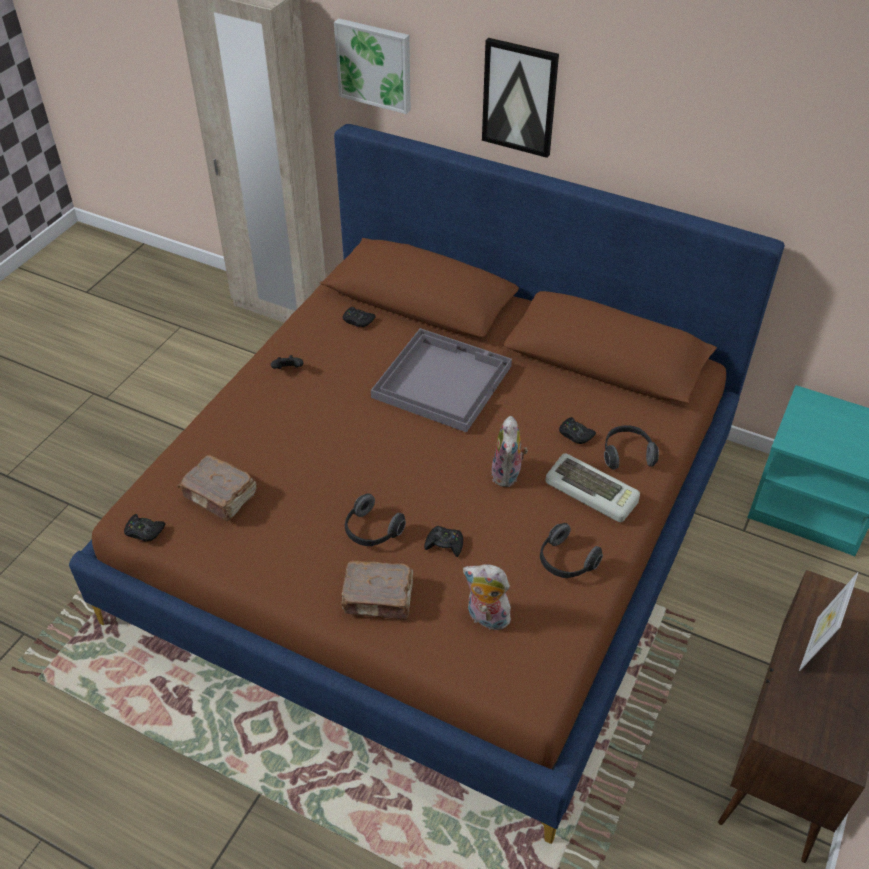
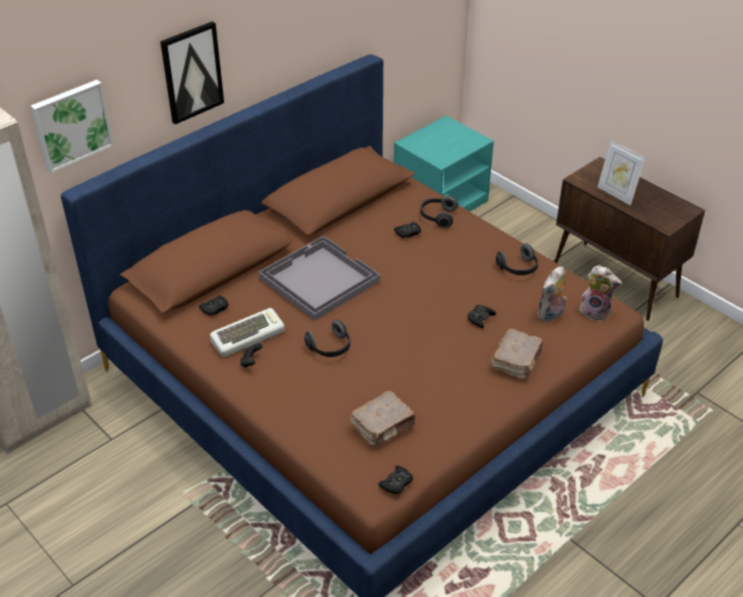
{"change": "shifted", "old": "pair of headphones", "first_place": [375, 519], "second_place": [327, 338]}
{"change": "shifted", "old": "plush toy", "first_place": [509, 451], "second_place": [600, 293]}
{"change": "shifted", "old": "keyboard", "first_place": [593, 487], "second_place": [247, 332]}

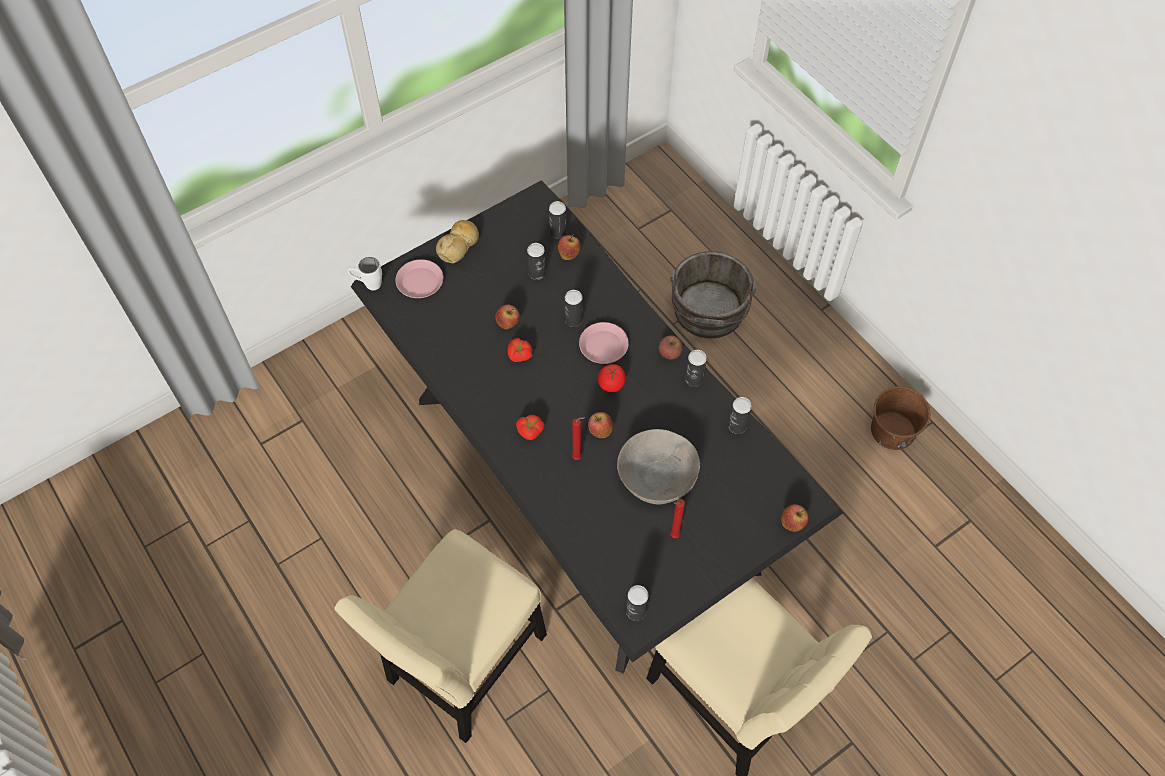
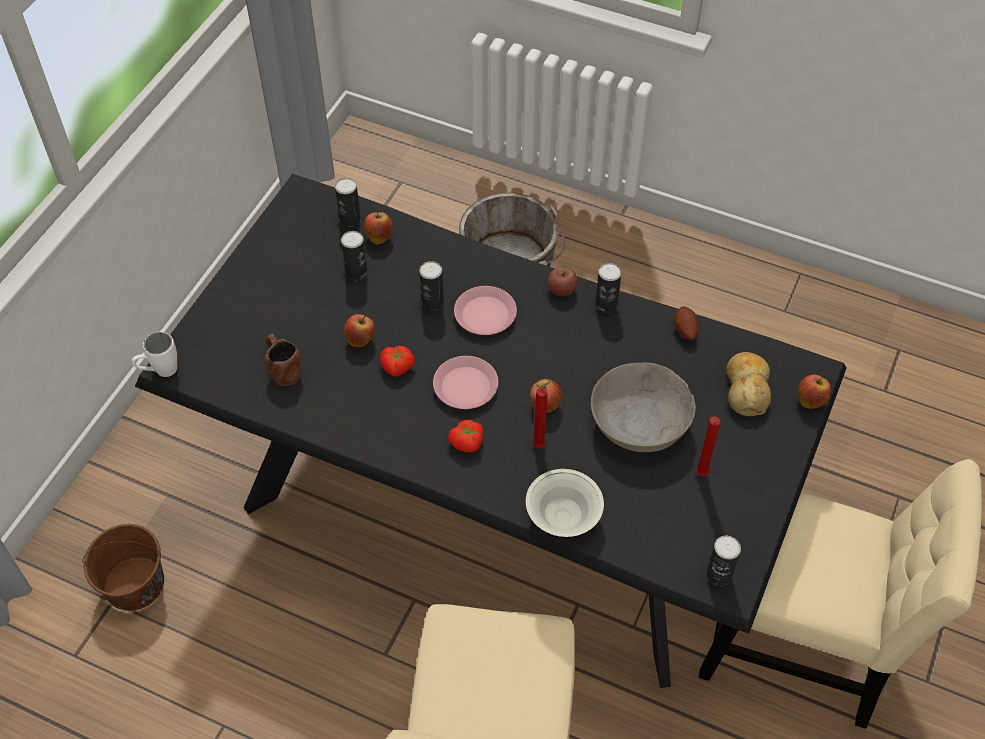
{"change": "shifted", "old": "plate (pink-coloured)", "first_place": [419, 278], "second_place": [465, 382]}
{"change": "shifted", "old": "bread", "first_place": [457, 241], "second_place": [749, 384]}
{"change": "gone", "old": "whole tomato", "first_place": [612, 378]}
{"change": "swapped", "old": "metal can", "new": "potato", "first_place": [740, 415], "second_place": [686, 323]}
{"change": "shifted", "old": "bucket (brown-coloured)", "first_place": [900, 418], "second_place": [123, 567]}
{"change": "new", "new": "coffee mug (brown-coloured)", "second_place": [282, 359]}
{"change": "new", "new": "serving bowl (white-coloured)", "second_place": [565, 503]}

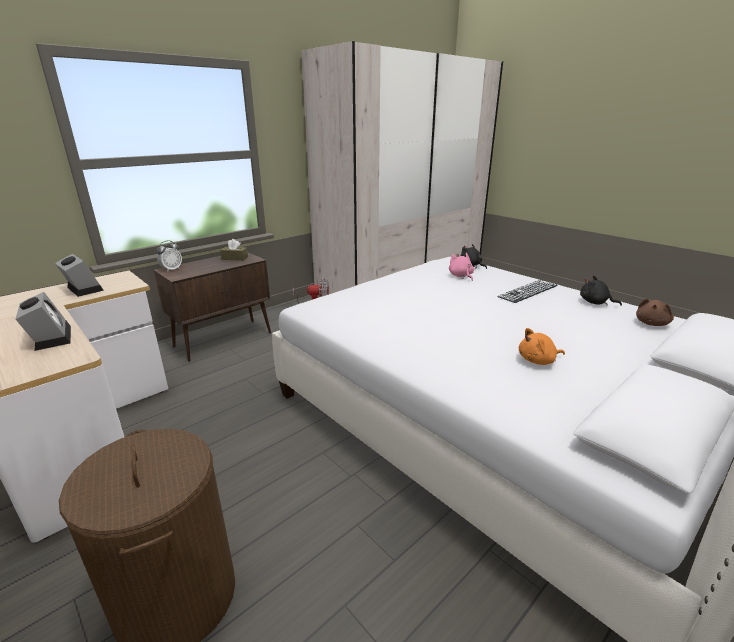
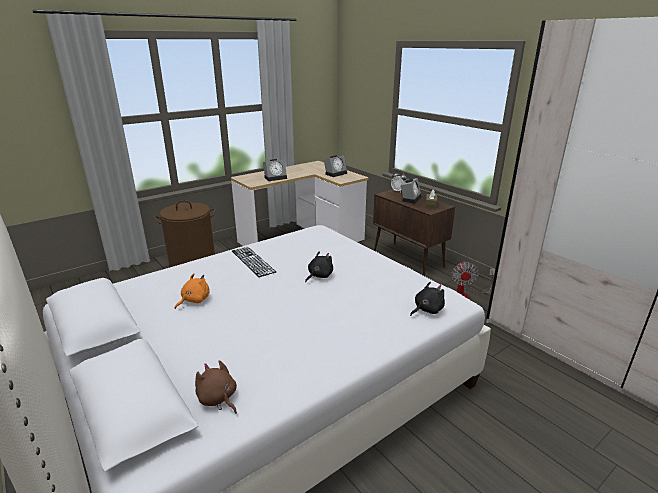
{"change": "gone", "old": "plush toy (pink-coloured)", "first_place": [461, 267]}
{"change": "shifted", "old": "keyboard", "first_place": [527, 291], "second_place": [254, 262]}
{"change": "rotated", "old": "plush toy (orange)", "first_place": [542, 346], "second_place": [192, 291], "degrees": 45}
{"change": "shifted", "old": "plush toy (black-coloured)", "first_place": [601, 290], "second_place": [319, 266]}
{"change": "new", "new": "alarm clock", "second_place": [411, 191]}

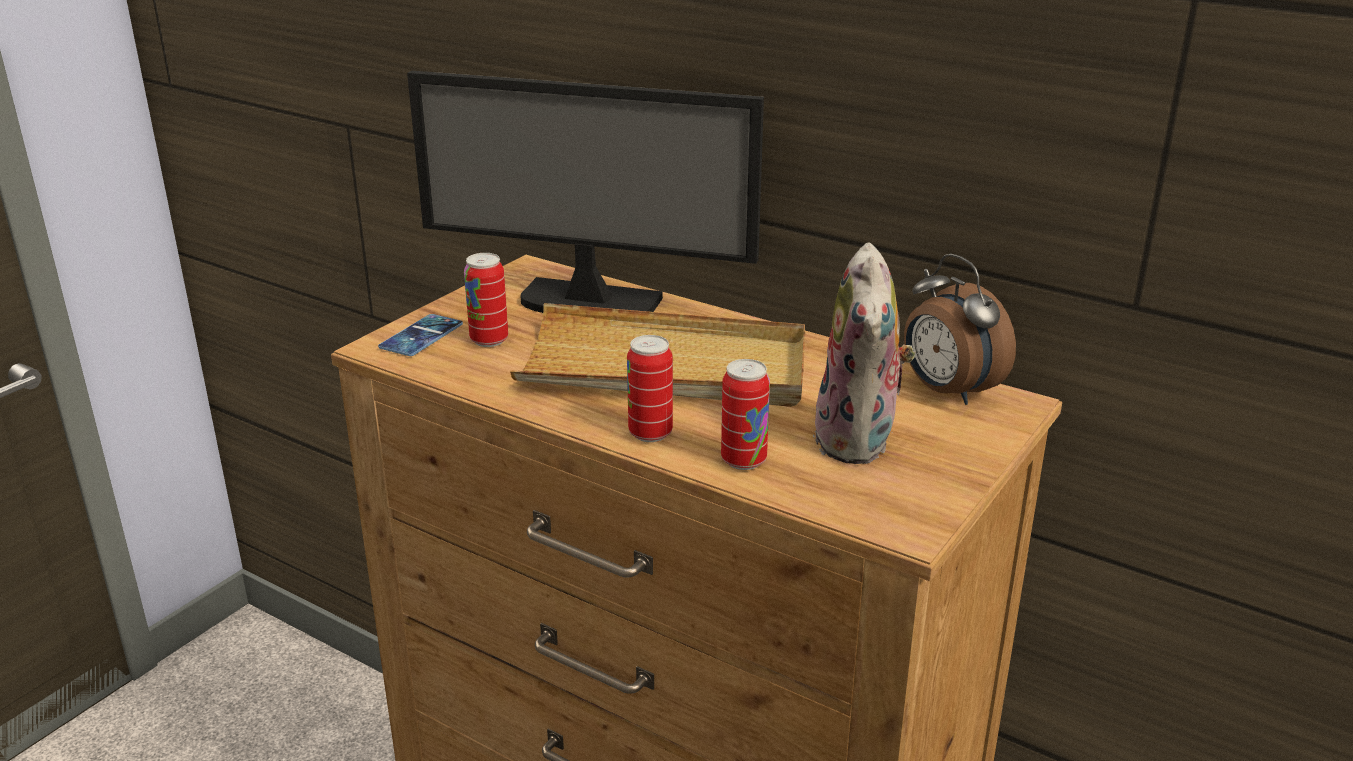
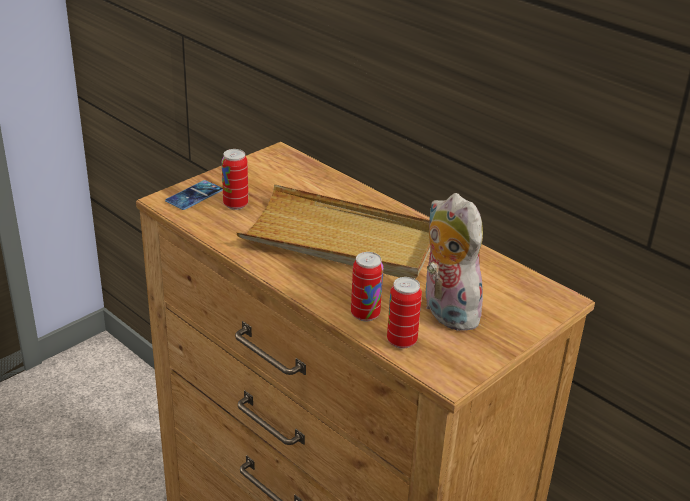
{"change": "gone", "old": "computer display", "first_place": [585, 192]}
{"change": "shifted", "old": "metal can", "first_place": [650, 388], "second_place": [404, 313]}
{"change": "rotated", "old": "plush toy", "first_place": [864, 353], "second_place": [455, 262], "degrees": 135}
{"change": "gone", "old": "alarm clock", "first_place": [960, 329]}

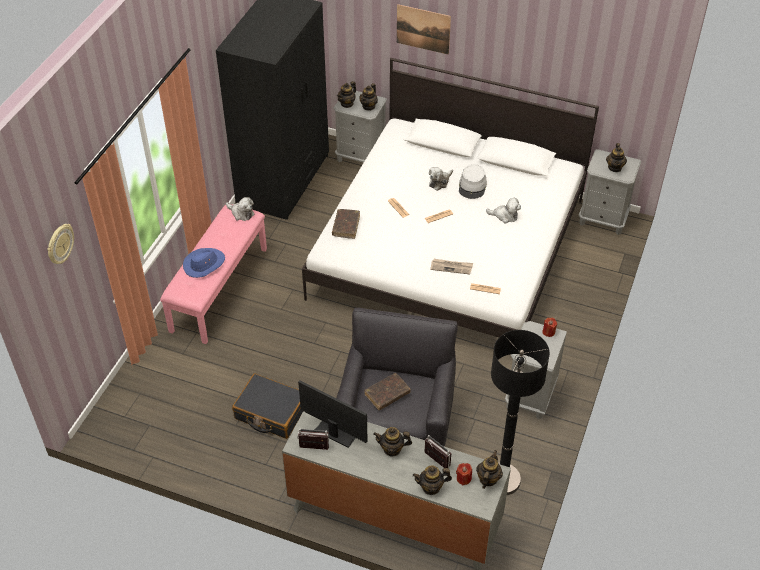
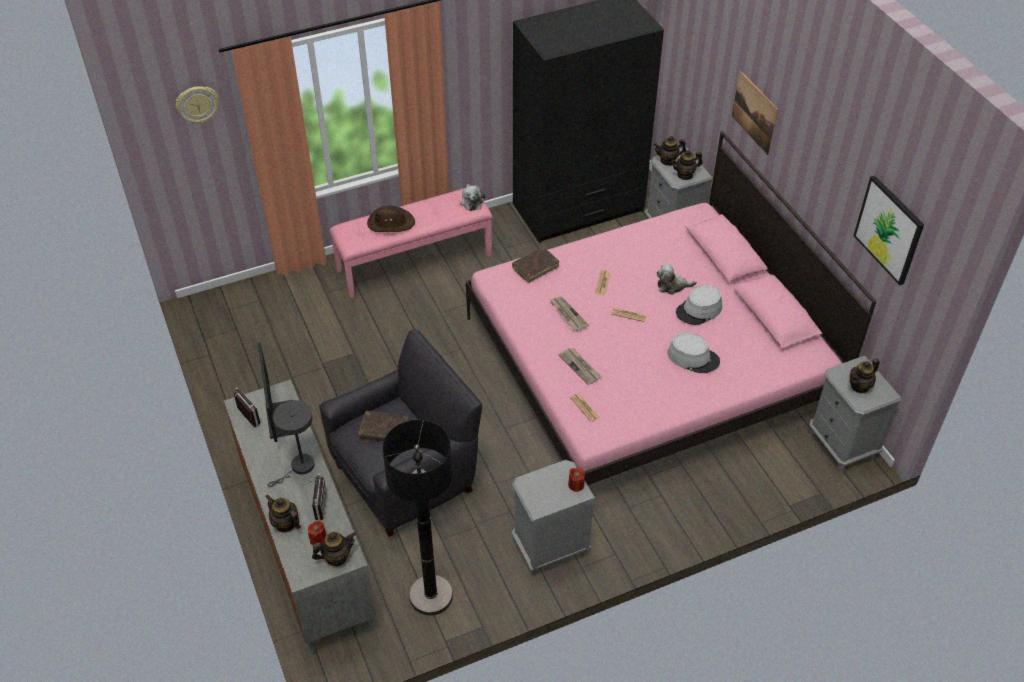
{"change": "repainted", "old": "wearable hat (bluish)", "new": "wearable hat (brown-coloured)", "first_place": [204, 263], "second_place": [391, 219]}
{"change": "gone", "old": "suitcase (black-coloured)", "first_place": [267, 406]}
{"change": "repainted", "old": "bed (white-coloured)", "new": "bed (pink-coloured)", "first_place": [450, 197], "second_place": [671, 308]}
{"change": "swapped", "old": "tea pot", "new": "lamp for a table (greyish)", "first_place": [392, 441], "second_place": [291, 443]}
{"change": "swapped", "old": "plush toy", "new": "wearable hat (greyish)", "first_place": [503, 211], "second_place": [693, 353]}
{"change": "new", "new": "printed paper", "second_place": [569, 314]}
{"change": "new", "new": "wall picture", "second_place": [888, 230]}

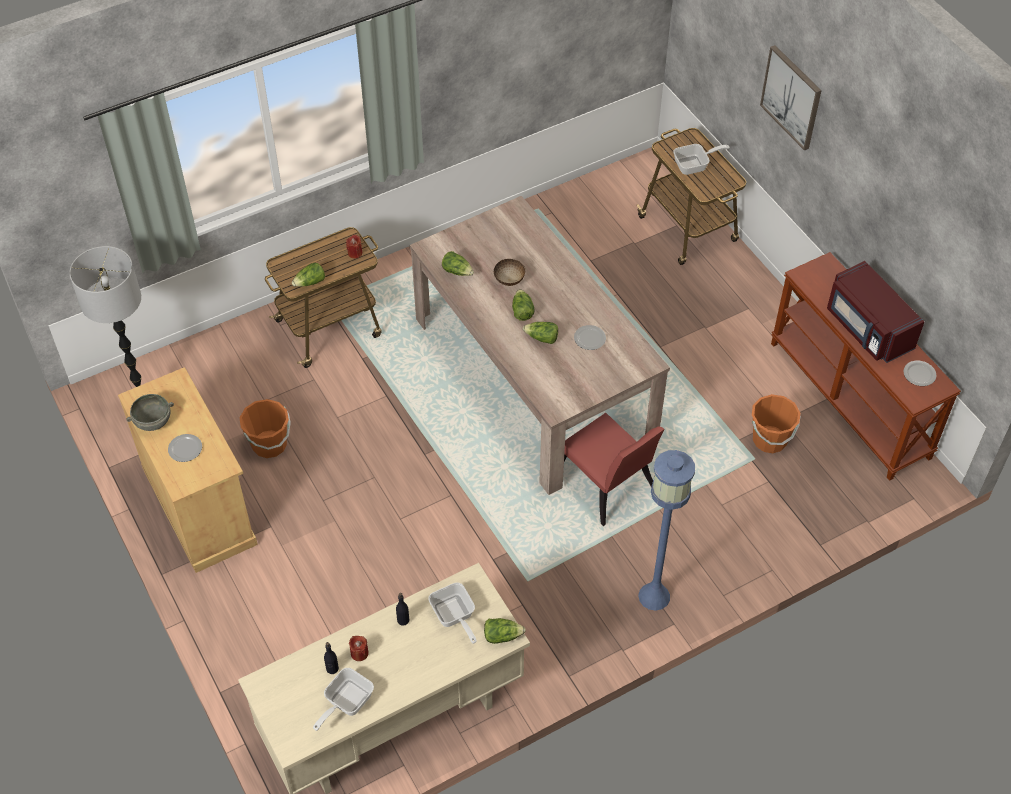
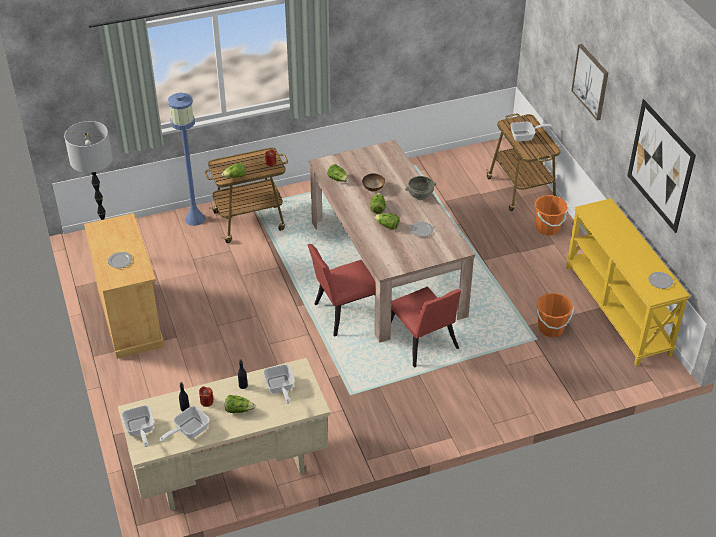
{"change": "shifted", "old": "serving bowl (greyish)", "first_place": [150, 412], "second_place": [420, 188]}
{"change": "shifted", "old": "bucket (orange)", "first_place": [265, 428], "second_place": [551, 215]}
{"change": "shifted", "old": "lettuce", "first_place": [505, 631], "second_place": [240, 404]}
{"change": "shifted", "old": "standing lamp (bluish)", "first_place": [666, 530], "second_place": [186, 159]}
{"change": "repainted", "old": "narrow table (brown-coloured)", "new": "narrow table (yellowish)", "first_place": [866, 366], "second_place": [628, 282]}
{"change": "gone", "old": "microwave (red-coloured)", "first_place": [876, 312]}
{"change": "new", "new": "pan", "second_place": [138, 426]}
{"change": "new", "new": "plain chair (red-coloured)", "second_place": [341, 290]}
{"change": "new", "new": "wall picture", "second_place": [661, 166]}

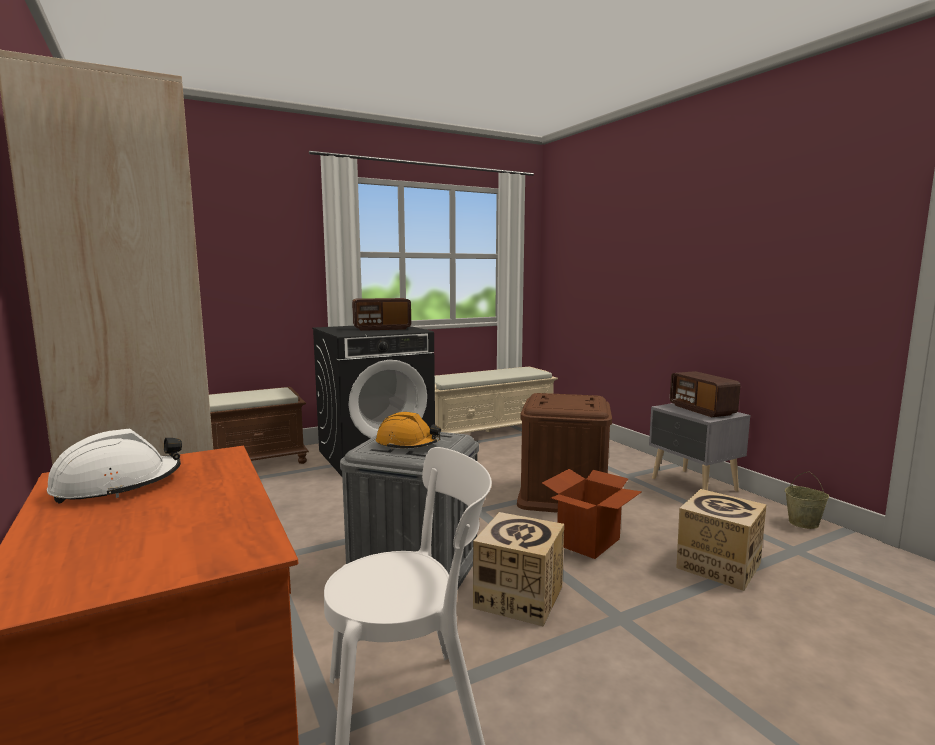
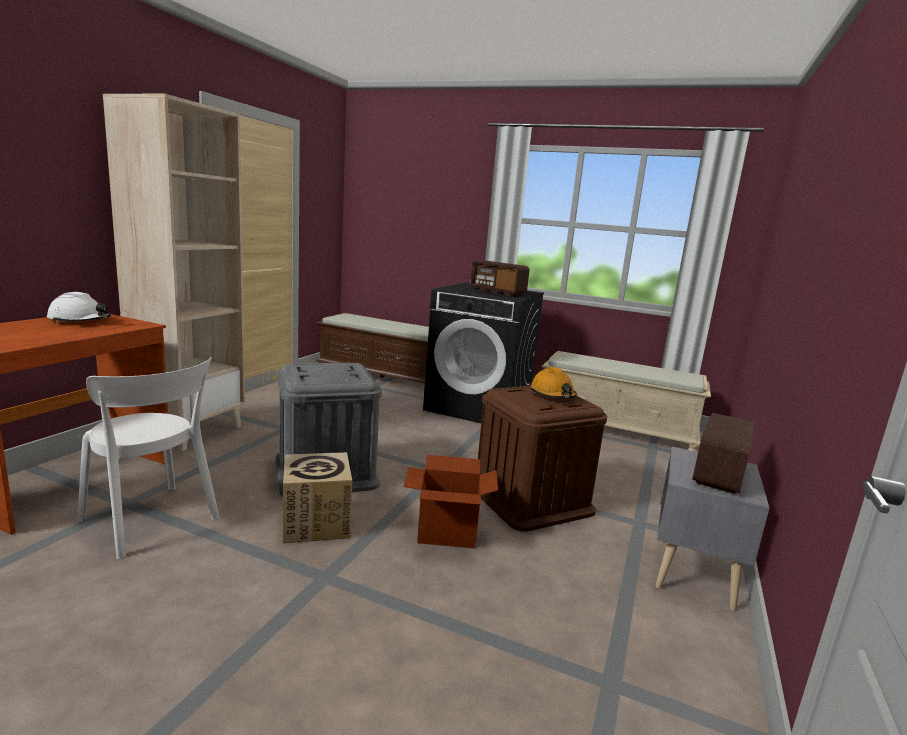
{"change": "shifted", "old": "safety helmet (orange)", "first_place": [408, 431], "second_place": [554, 382]}
{"change": "gone", "old": "packing box", "first_place": [721, 540]}
{"change": "gone", "old": "bucket (sand-coloured)", "first_place": [807, 500]}

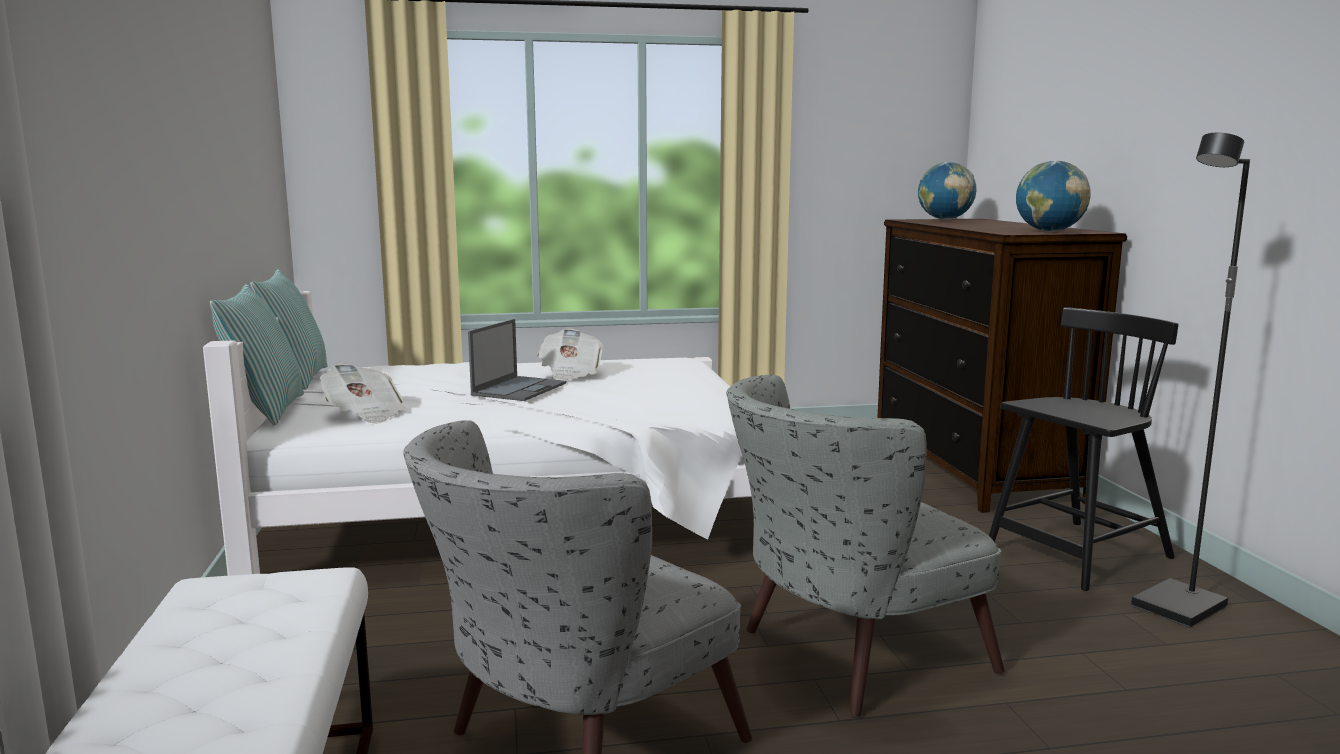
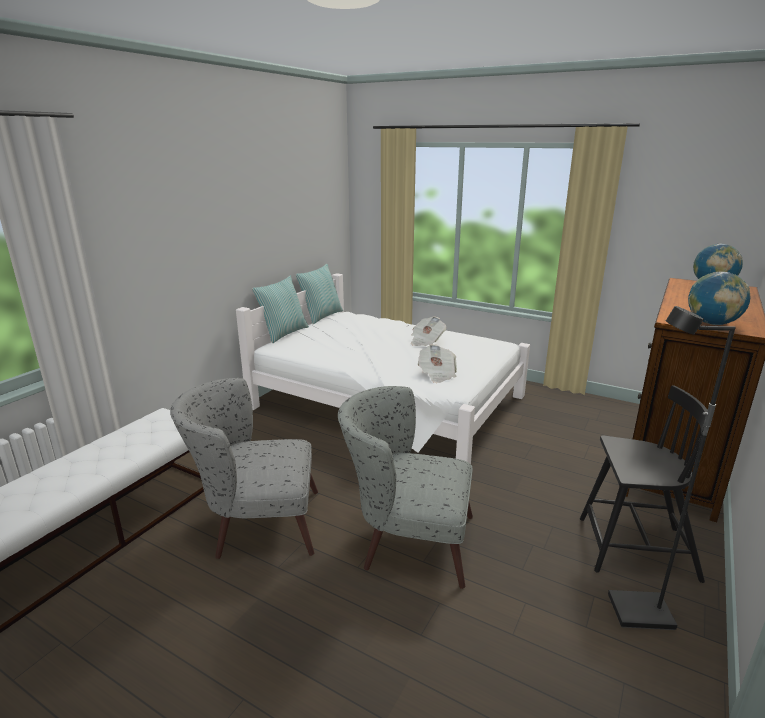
{"change": "shifted", "old": "printed paper", "first_place": [363, 394], "second_place": [437, 363]}
{"change": "gone", "old": "laptop", "first_place": [517, 360]}

